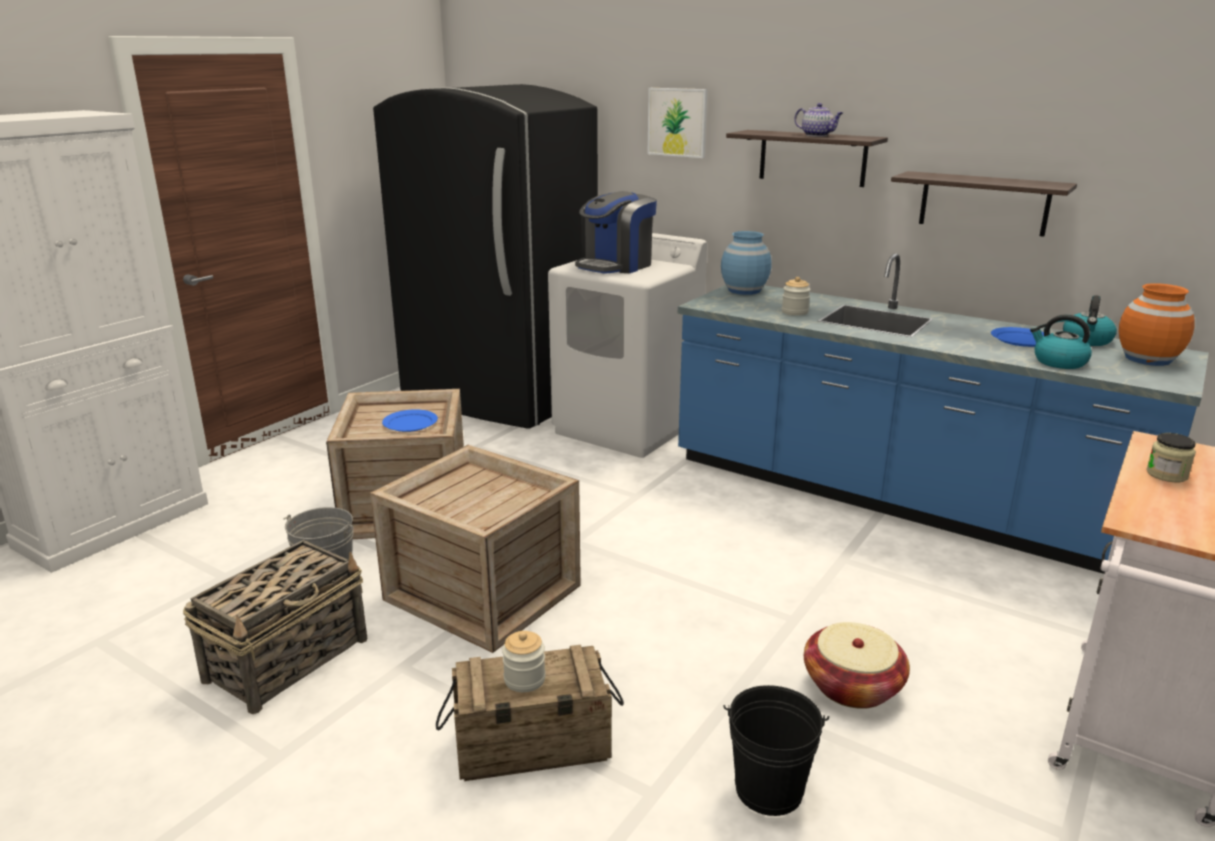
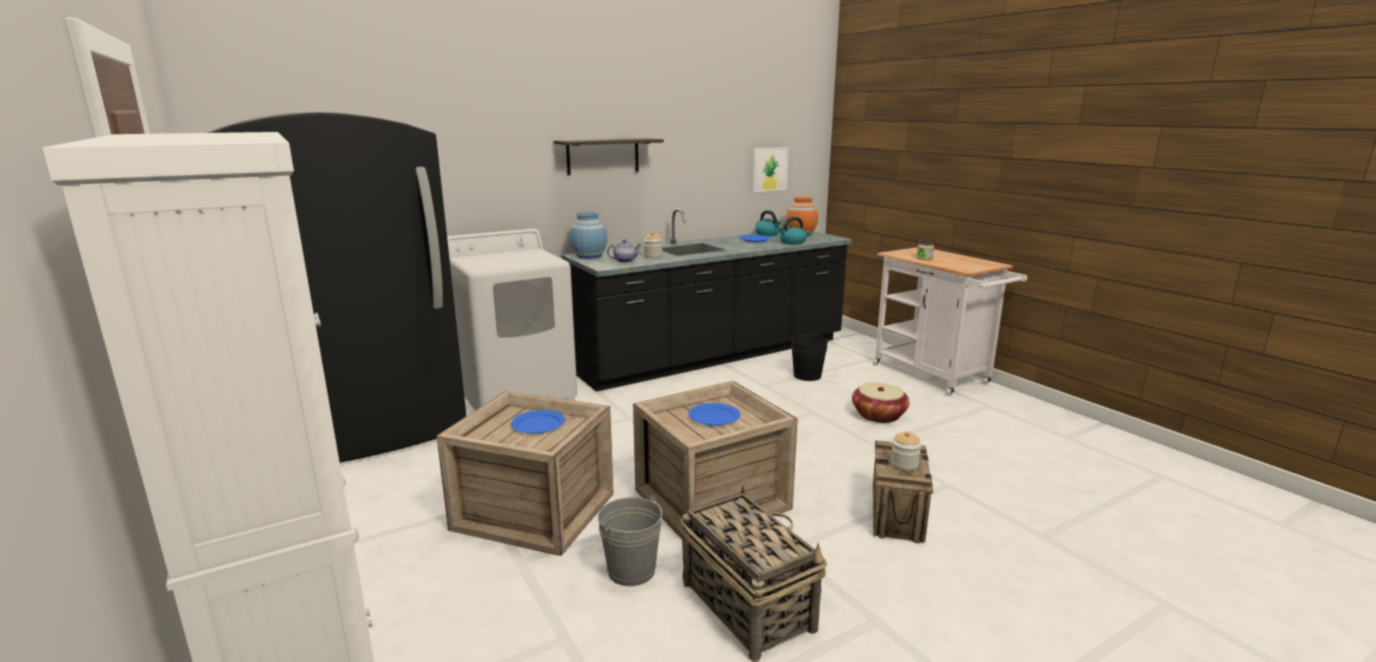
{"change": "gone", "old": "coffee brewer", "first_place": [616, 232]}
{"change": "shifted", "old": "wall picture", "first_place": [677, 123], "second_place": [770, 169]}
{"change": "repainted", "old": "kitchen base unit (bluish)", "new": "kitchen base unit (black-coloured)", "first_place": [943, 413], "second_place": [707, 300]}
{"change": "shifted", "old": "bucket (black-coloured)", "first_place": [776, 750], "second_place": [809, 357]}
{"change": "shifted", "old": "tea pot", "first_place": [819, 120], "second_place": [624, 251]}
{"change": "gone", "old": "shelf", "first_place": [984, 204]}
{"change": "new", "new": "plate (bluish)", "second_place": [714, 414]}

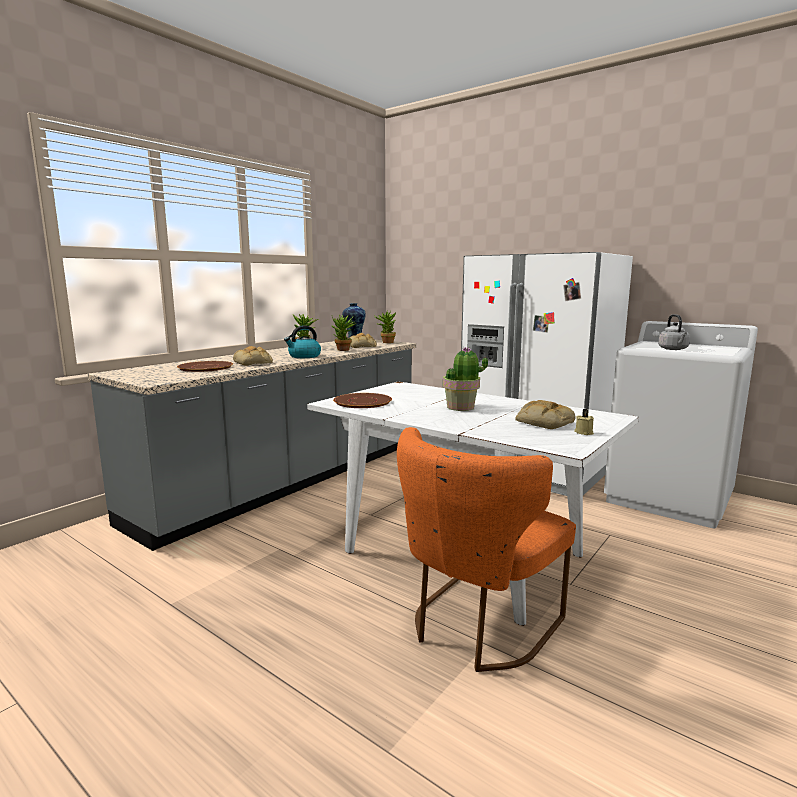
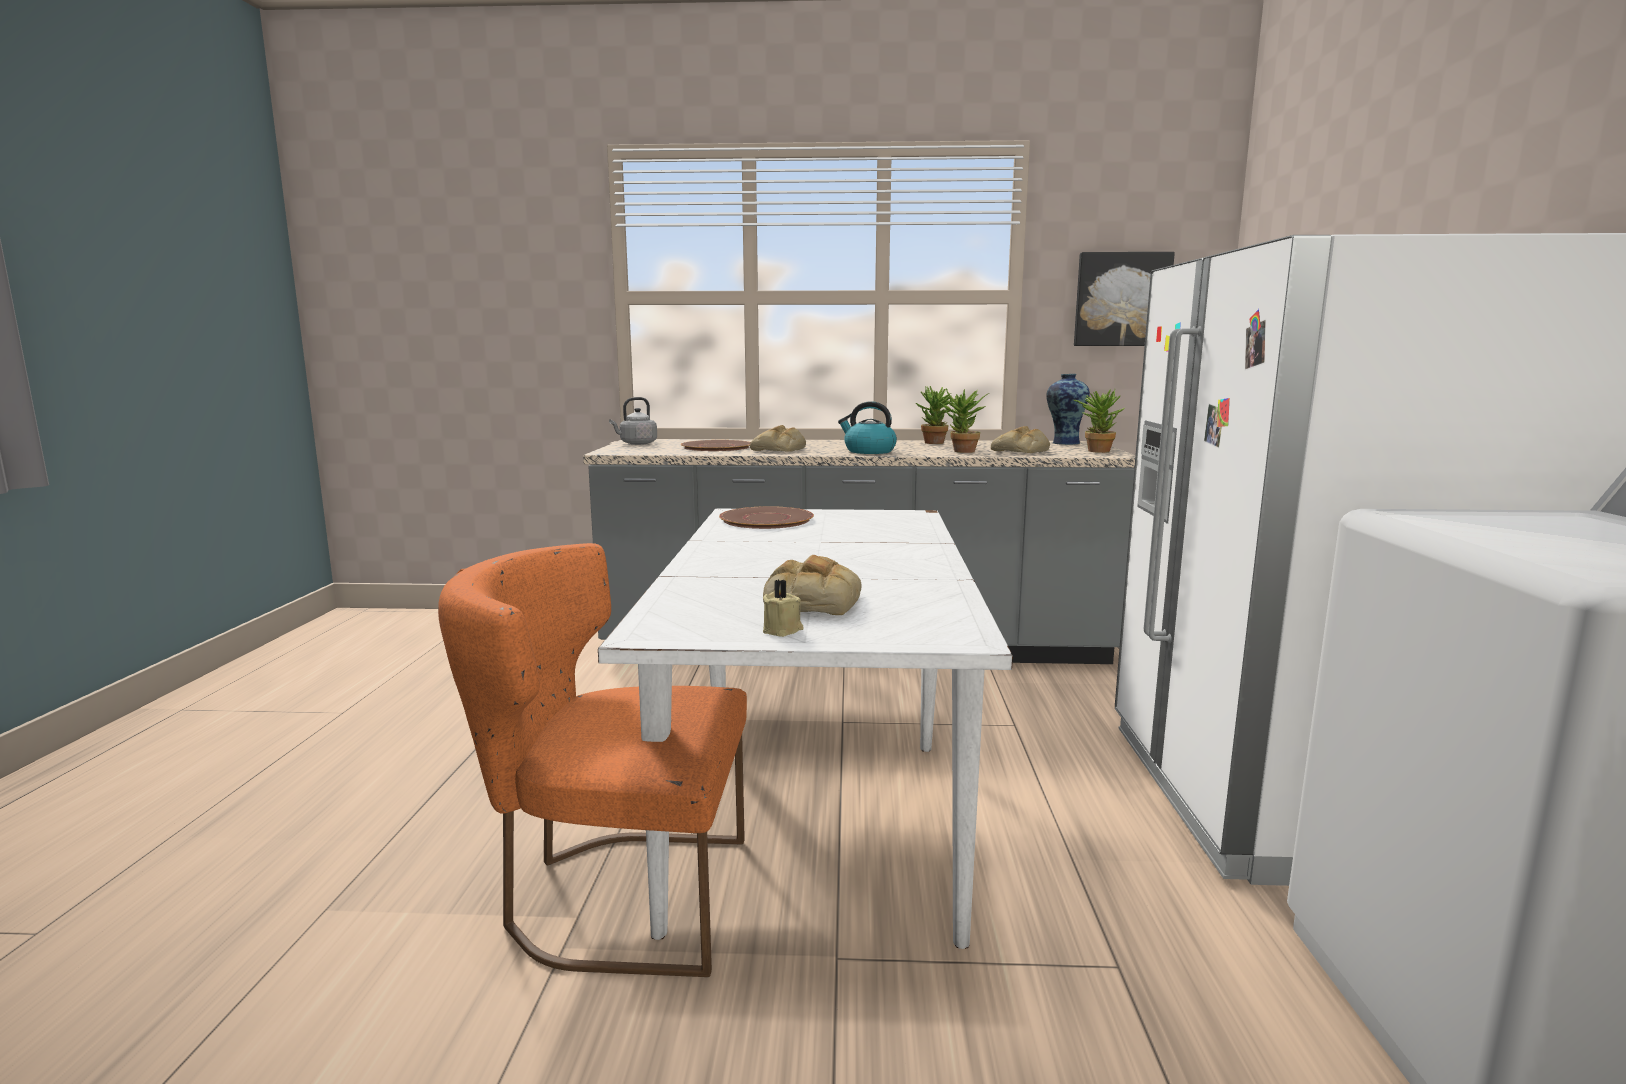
{"change": "gone", "old": "plant in a pot", "first_place": [465, 379]}
{"change": "shifted", "old": "water kettle (greyish)", "first_place": [674, 332], "second_place": [633, 421]}
{"change": "new", "new": "wall picture", "second_place": [1124, 299]}

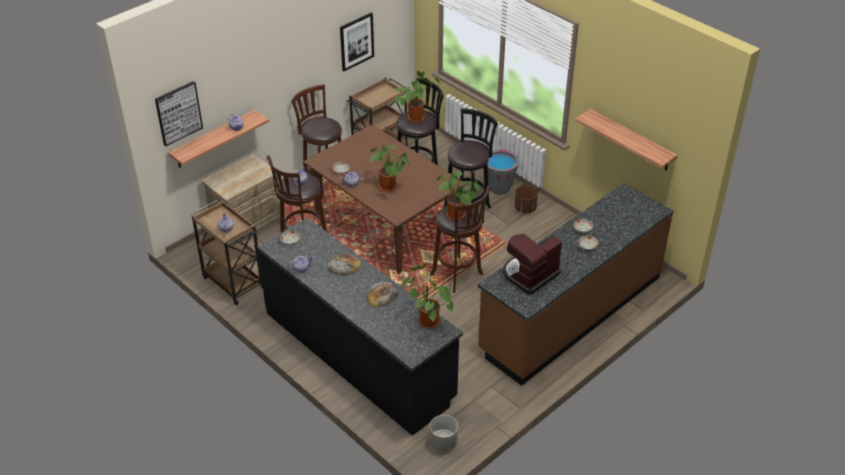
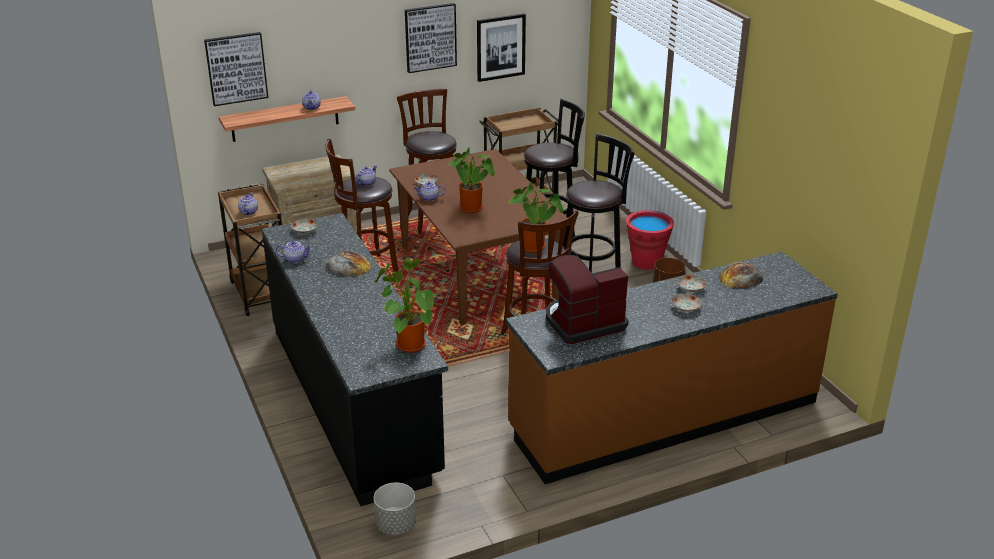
{"change": "shifted", "old": "bread", "first_place": [382, 295], "second_place": [740, 275]}
{"change": "gone", "old": "plant in a pot", "first_place": [417, 96]}
{"change": "repainted", "old": "bucket (greyish)", "new": "bucket (red-coloured)", "first_place": [503, 172], "second_place": [650, 240]}
{"change": "gone", "old": "shelf", "first_place": [626, 140]}
{"change": "new", "new": "wall picture", "second_place": [431, 38]}

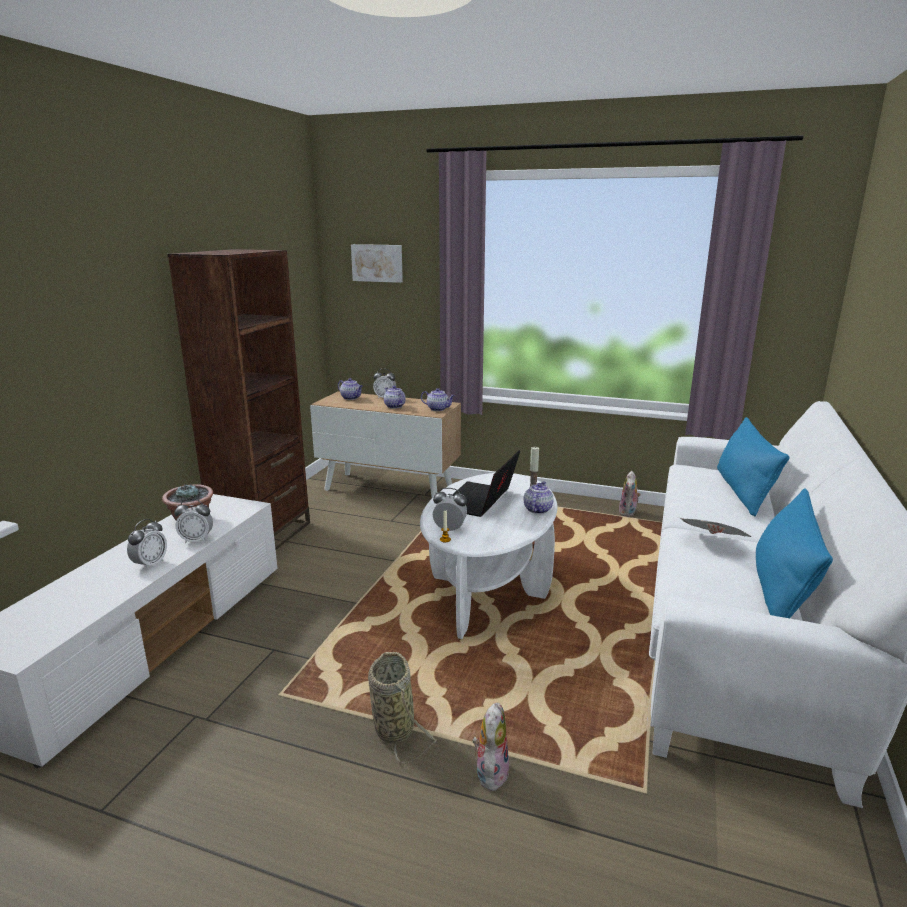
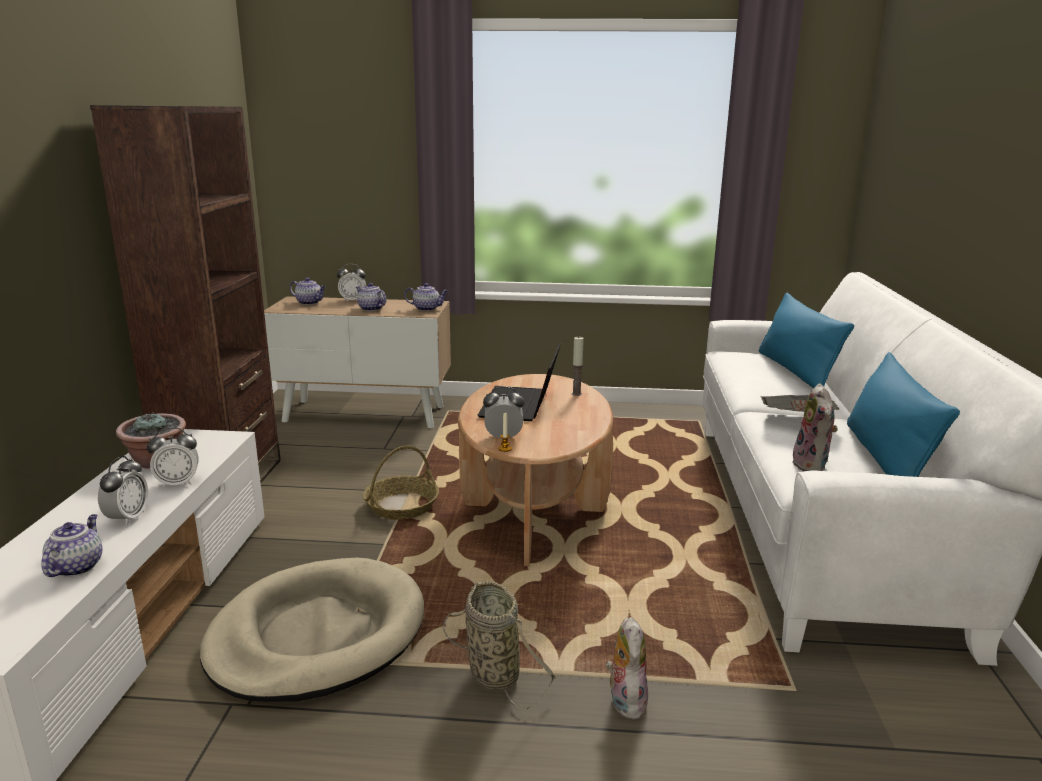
{"change": "gone", "old": "wall picture", "first_place": [377, 263]}
{"change": "repainted", "old": "coffee table (white-coloured)", "new": "coffee table (brown-coloured)", "first_place": [489, 556], "second_place": [535, 470]}
{"change": "shifted", "old": "tea pot", "first_place": [539, 498], "second_place": [71, 545]}
{"change": "shifted", "old": "plush toy", "first_place": [630, 494], "second_place": [815, 427]}
{"change": "new", "new": "pet bed (sand-coloured)", "second_place": [312, 630]}
{"change": "new", "new": "household basket", "second_place": [401, 483]}

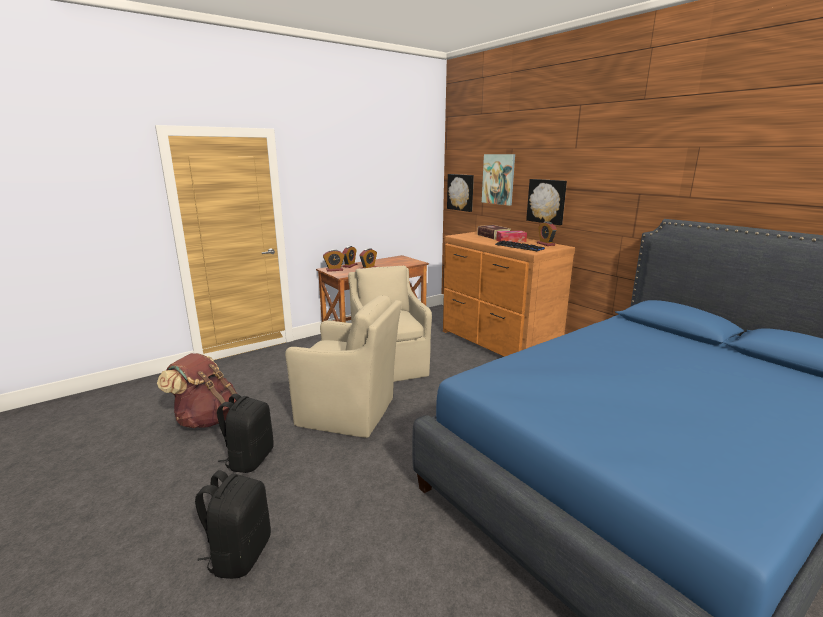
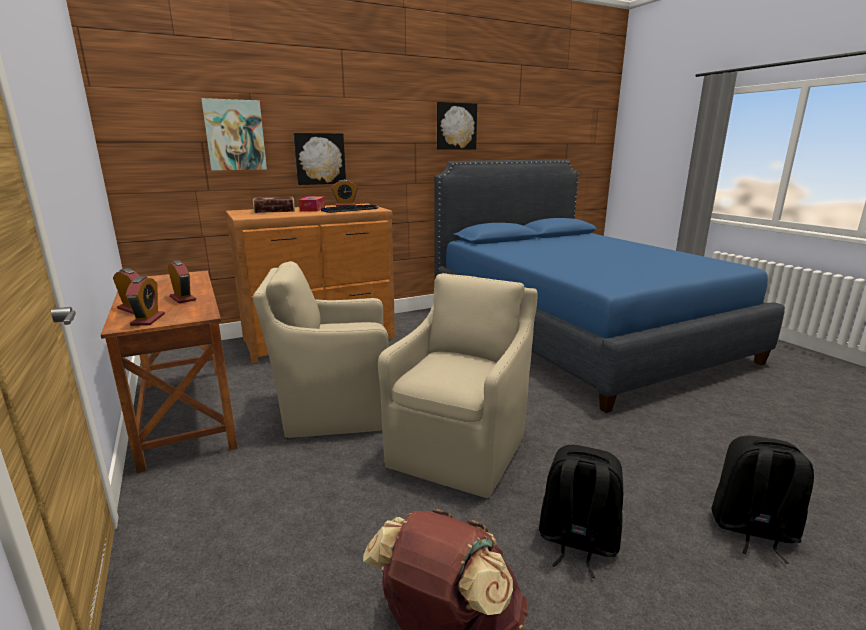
{"change": "shifted", "old": "wall picture", "first_place": [460, 193], "second_place": [457, 126]}

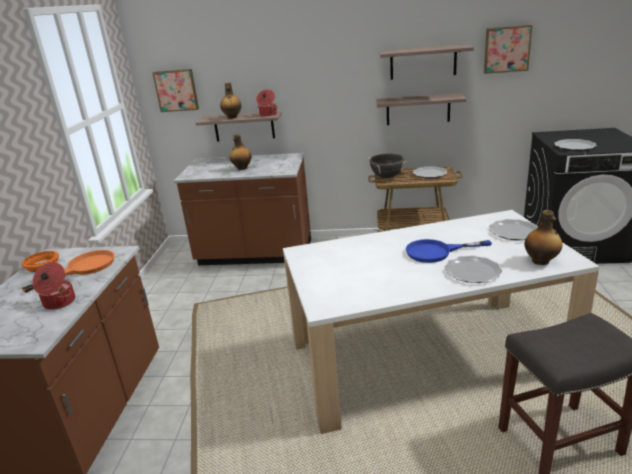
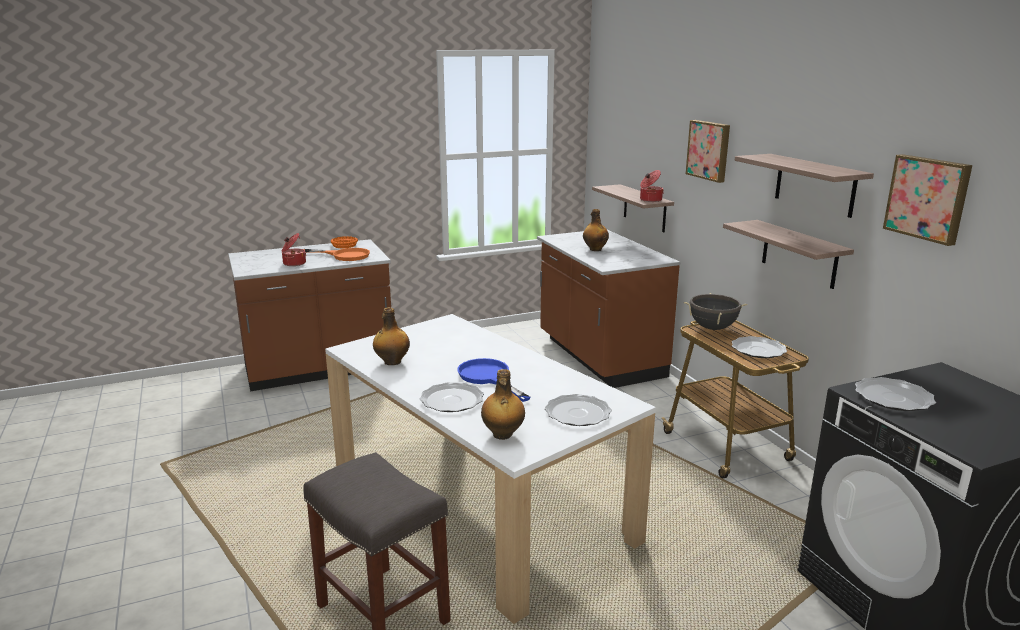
{"change": "shifted", "old": "wall picture", "first_place": [175, 90], "second_place": [708, 151]}
{"change": "shifted", "old": "drink bottle", "first_place": [231, 101], "second_place": [391, 336]}

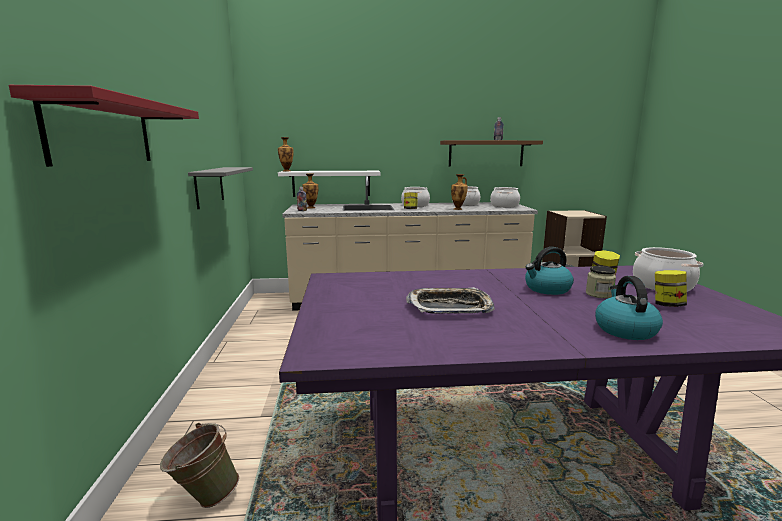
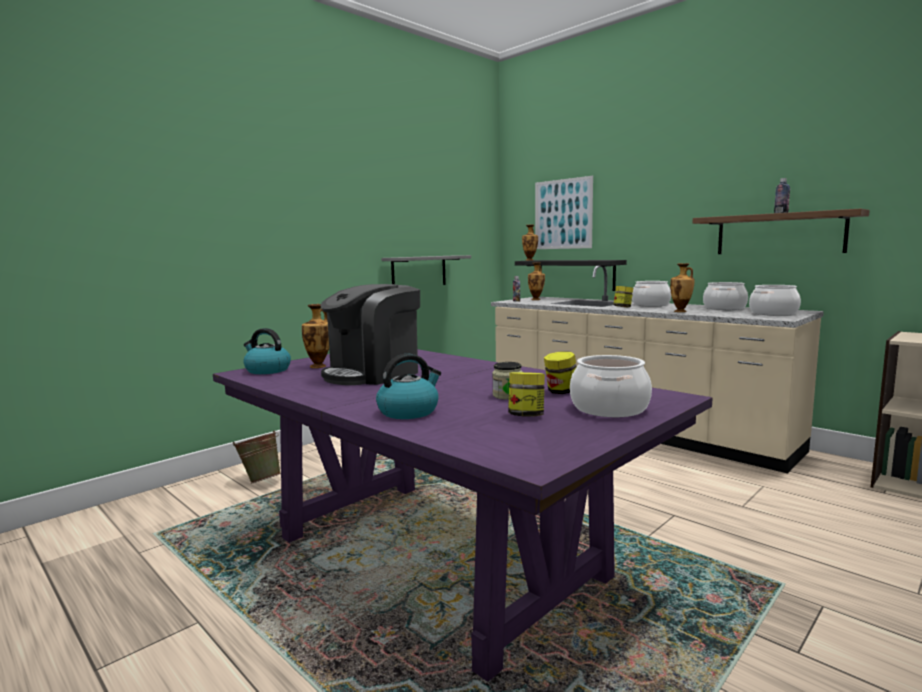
{"change": "gone", "old": "shelf (red-coloured)", "first_place": [104, 126]}
{"change": "repainted", "old": "shelf (white-coloured)", "new": "shelf (black-coloured)", "first_place": [329, 184], "second_place": [571, 275]}
{"change": "swapped", "old": "carrying tray", "new": "coffee brewer", "first_place": [450, 300], "second_place": [370, 334]}
{"change": "shifted", "old": "water kettle", "first_place": [549, 271], "second_place": [267, 351]}
{"change": "new", "new": "vase", "second_place": [315, 336]}
{"change": "new", "new": "wall picture", "second_place": [564, 212]}

